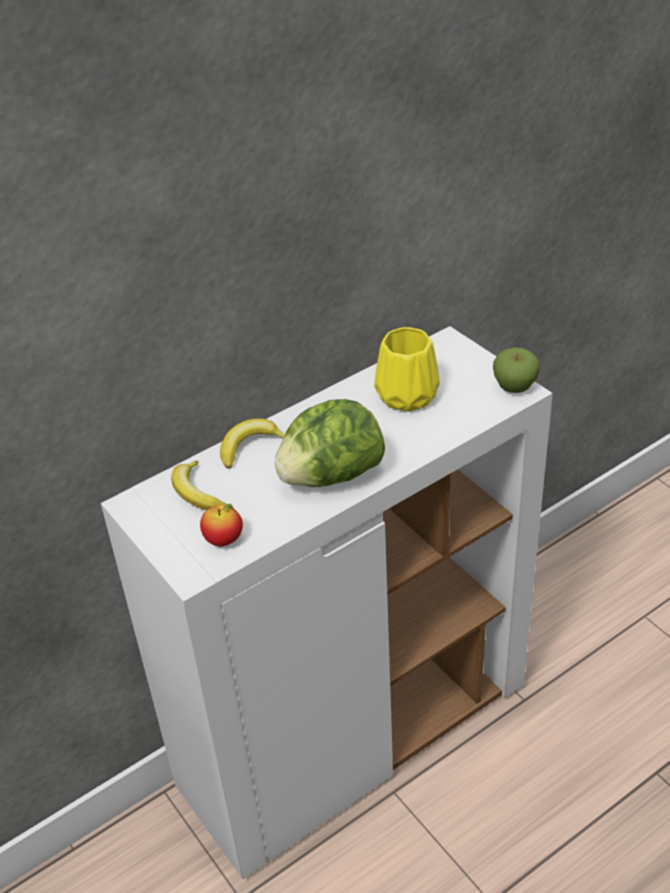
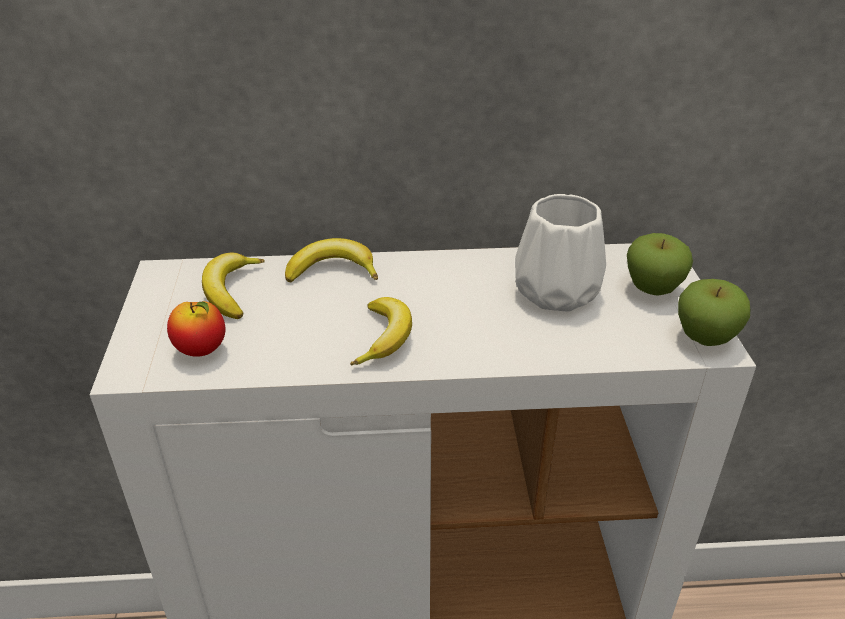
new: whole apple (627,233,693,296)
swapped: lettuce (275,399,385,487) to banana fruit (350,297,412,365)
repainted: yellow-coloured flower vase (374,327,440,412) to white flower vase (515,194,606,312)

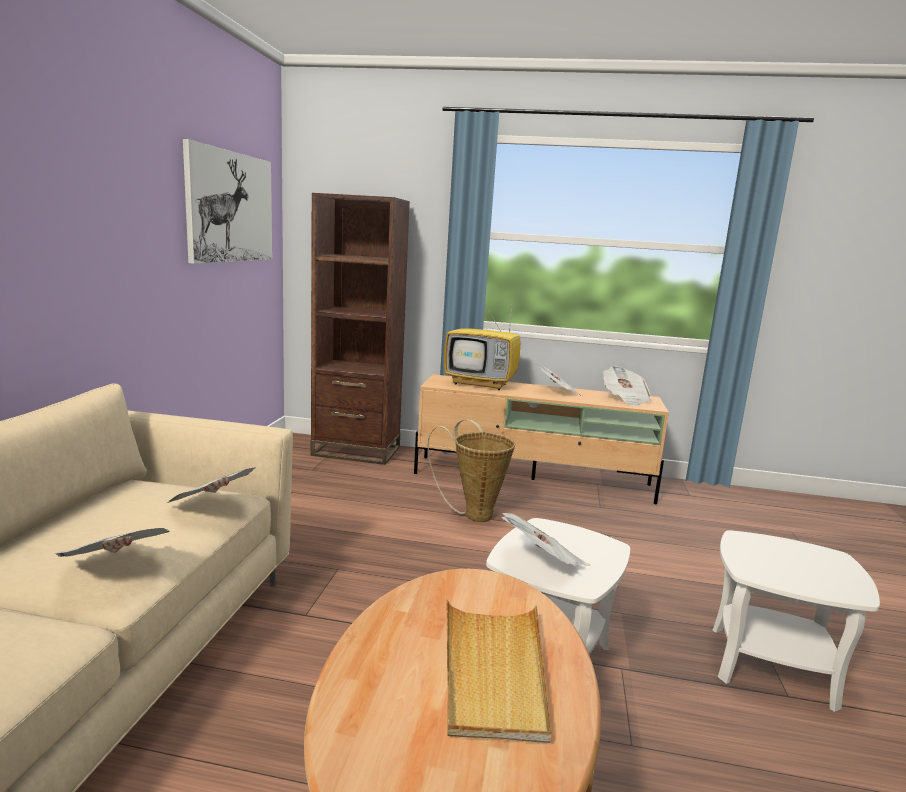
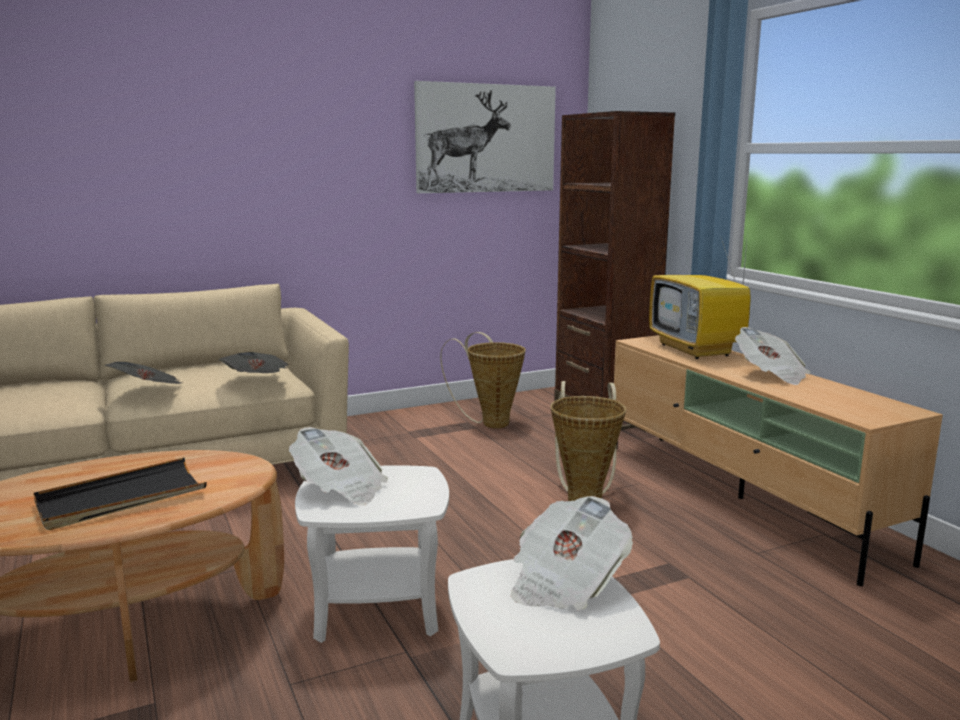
new: storage basket (440,332,526,428)
shifted: daily paper (603,366,652,406) to (510,496,633,610)
repainted: beige-coloured tray (446,599,551,743) to black-coloured tray (33,458,207,530)

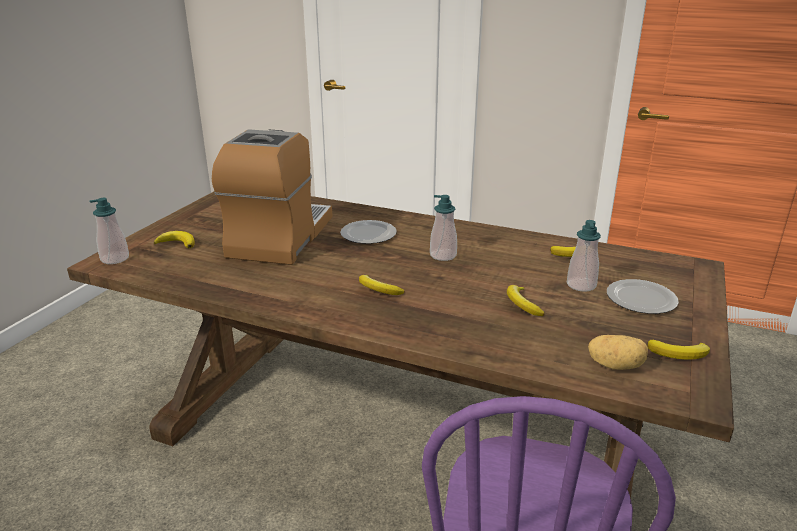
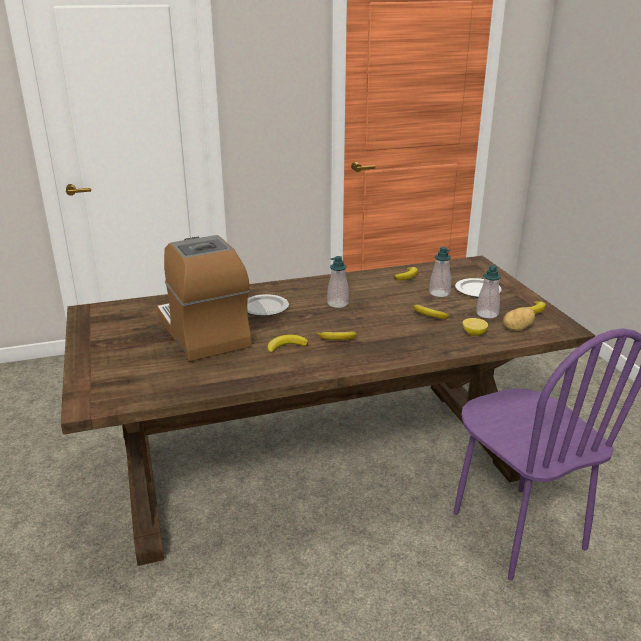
new: whole lemon (462,318,488,336)
shifted: banana fruit (154,231,195,248) to (267,335,308,354); soap bottle (89,198,129,264) to (476,265,501,318)

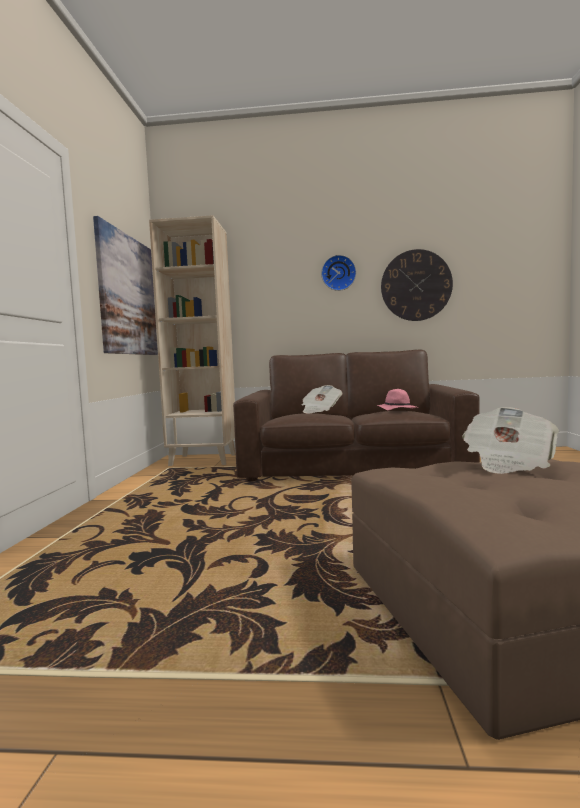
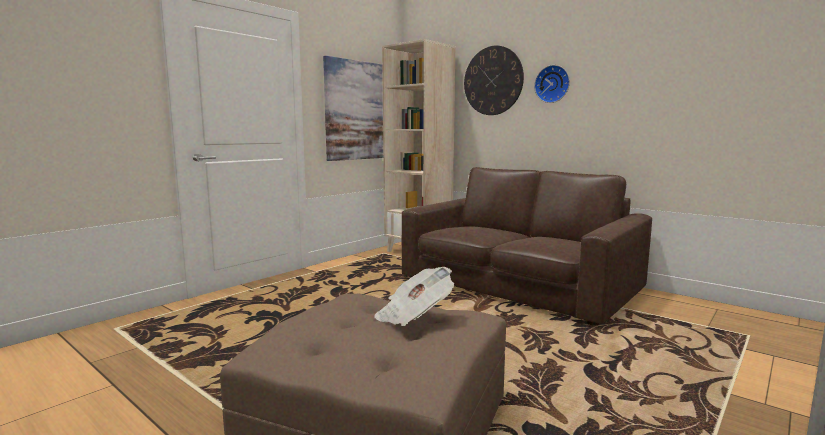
gone: daily paper (302,385,342,413); pinkish wearable hat (377,389,416,410)
shifted: hanging clock (381,249,453,321) to (464,46,524,115)

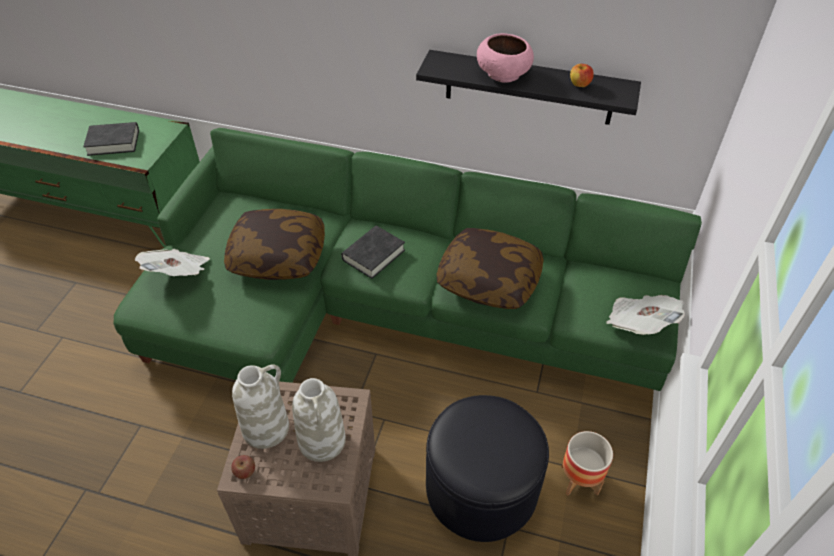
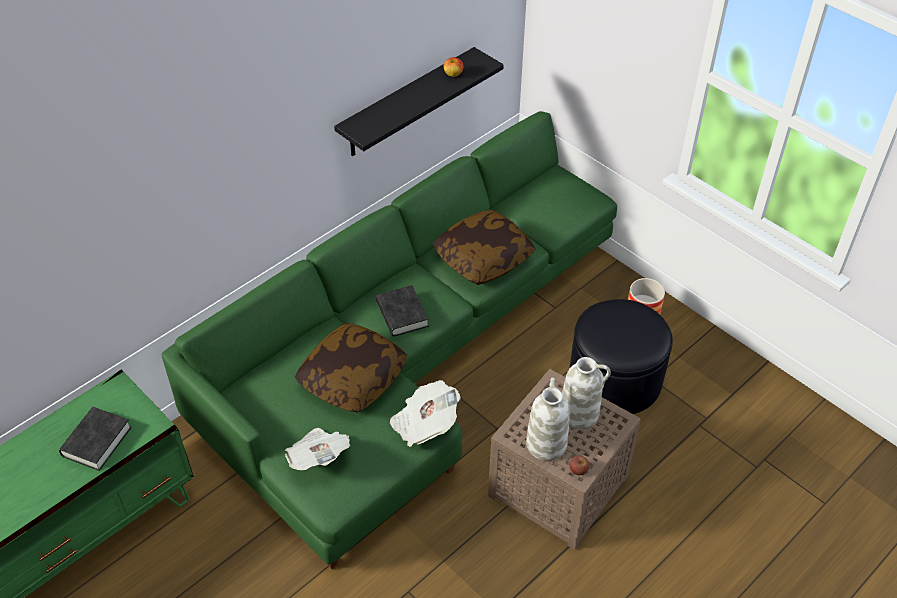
gone: pinkish serving bowl (477,33,534,83)
shifted: daily paper (606,295,684,335) to (390,380,461,447)

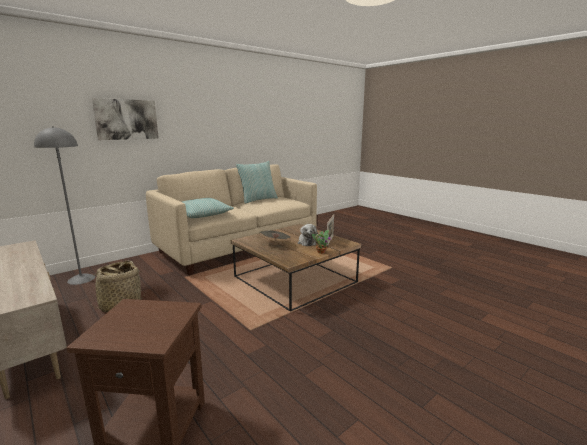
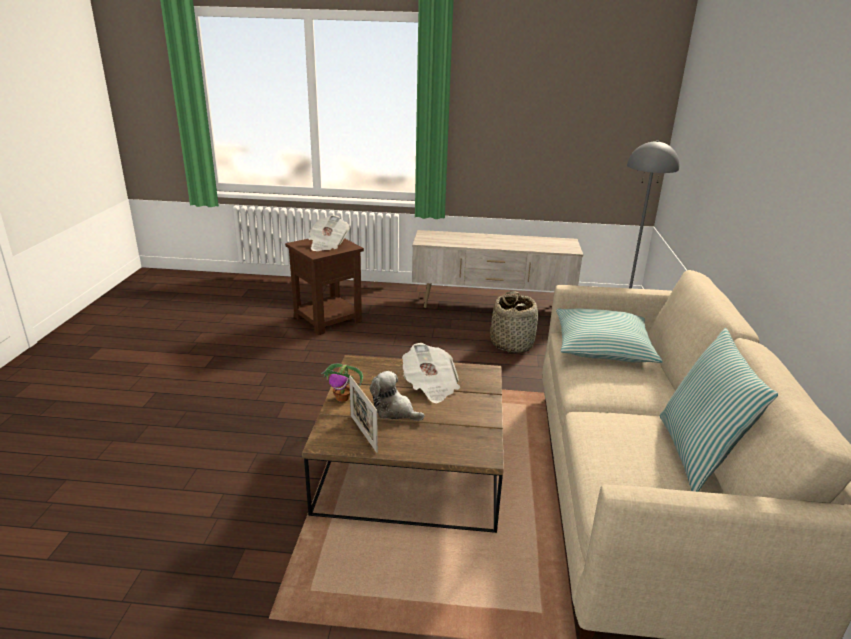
gone: wall art (92,98,159,140)
new: daily paper (309,215,350,251)

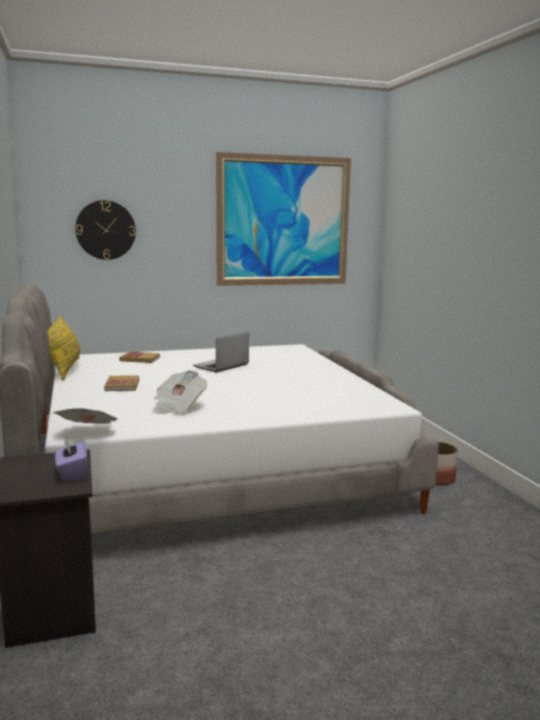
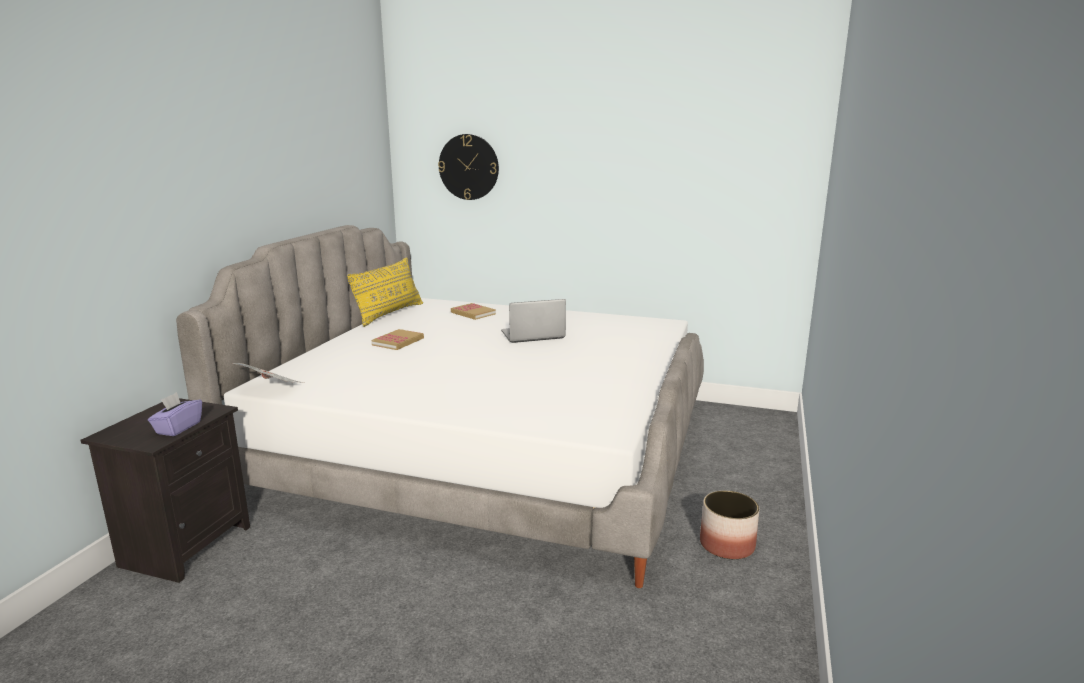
gone: daily paper (153,370,207,414); wall art (216,152,351,286)

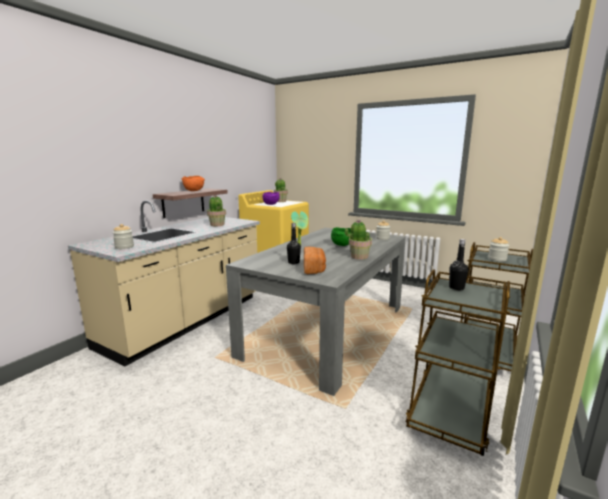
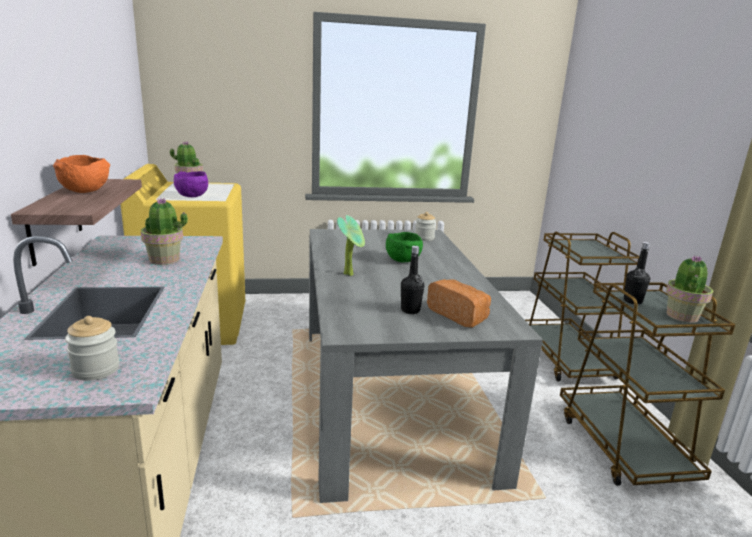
gone: jar (488,237,509,261)
shifted: potted plant (345,219,372,260) to (666,255,714,323)

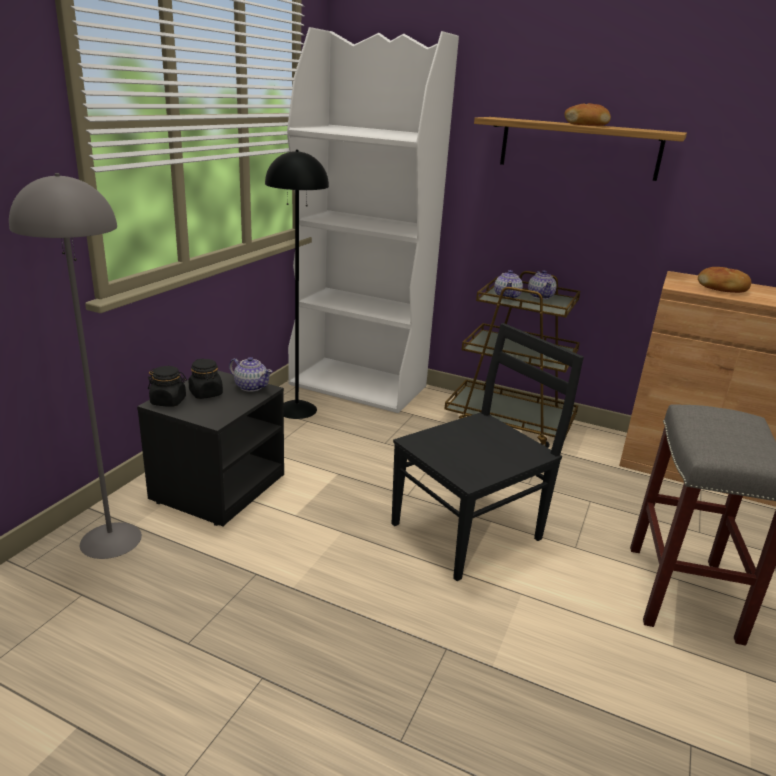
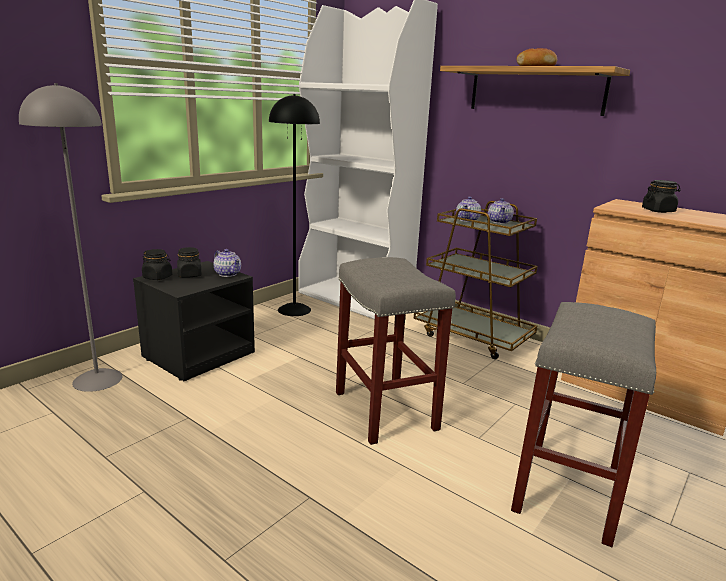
swapped: black-coloured upright chair (392,323,584,581) to greyish stool seat (336,257,456,445); bakery bread (698,267,751,293) to black-coloured jar (642,180,680,213)

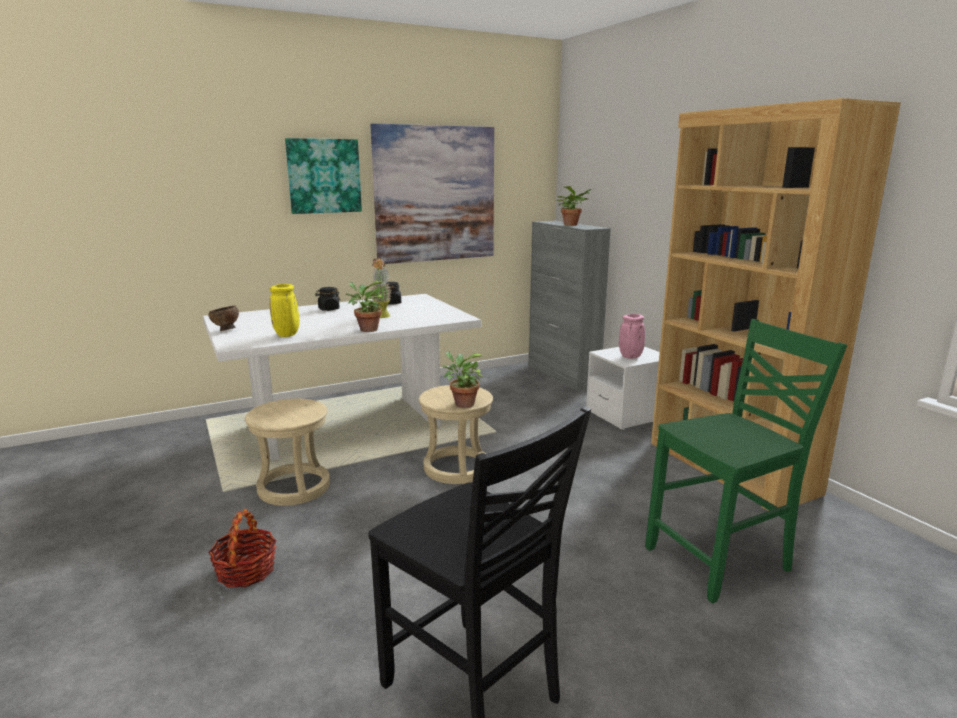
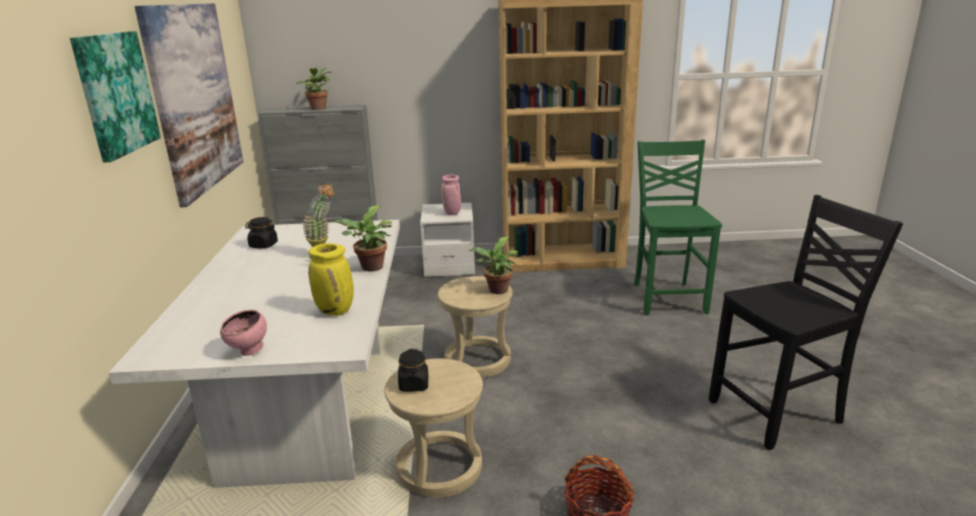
shifted: black-coloured jar (315,287,340,311) to (398,349,428,392)
repainted: brownish serving bowl (209,306,239,331) to pinkish serving bowl (220,310,267,356)

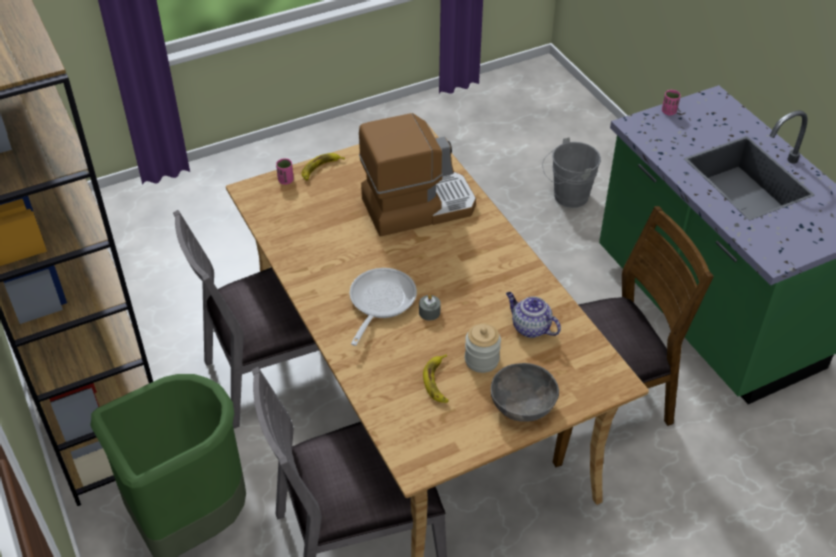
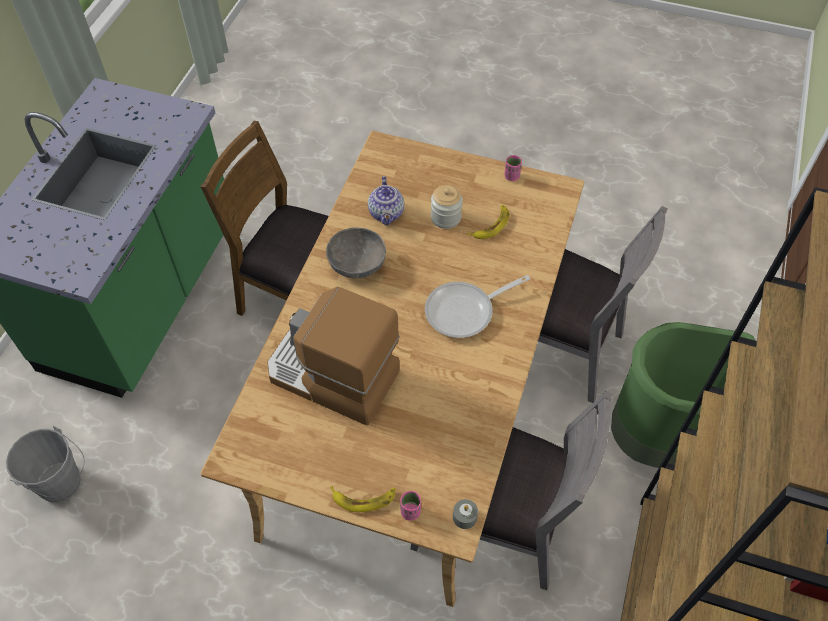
shifted: greyish serving bowl (491,363,559,422) to (326,227,386,278); greyish candle (419,295,441,321) to (453,499,478,529); pinkish cup (662,90,681,115) to (504,155,522,181)

